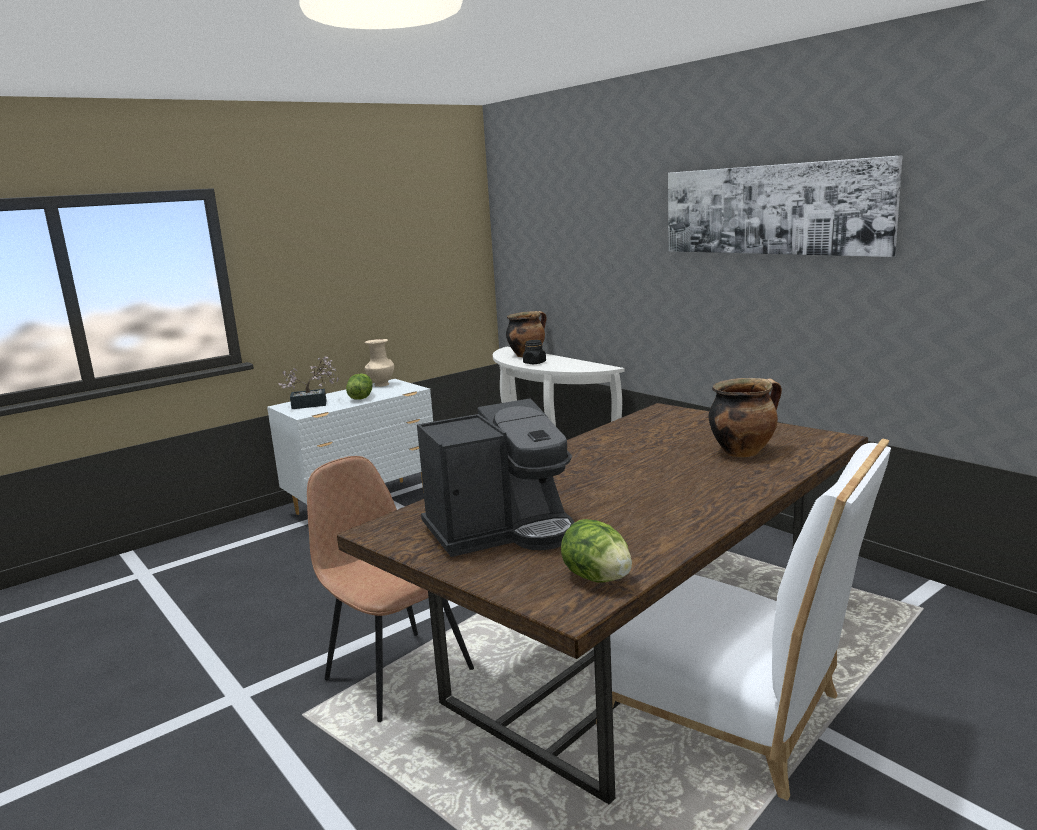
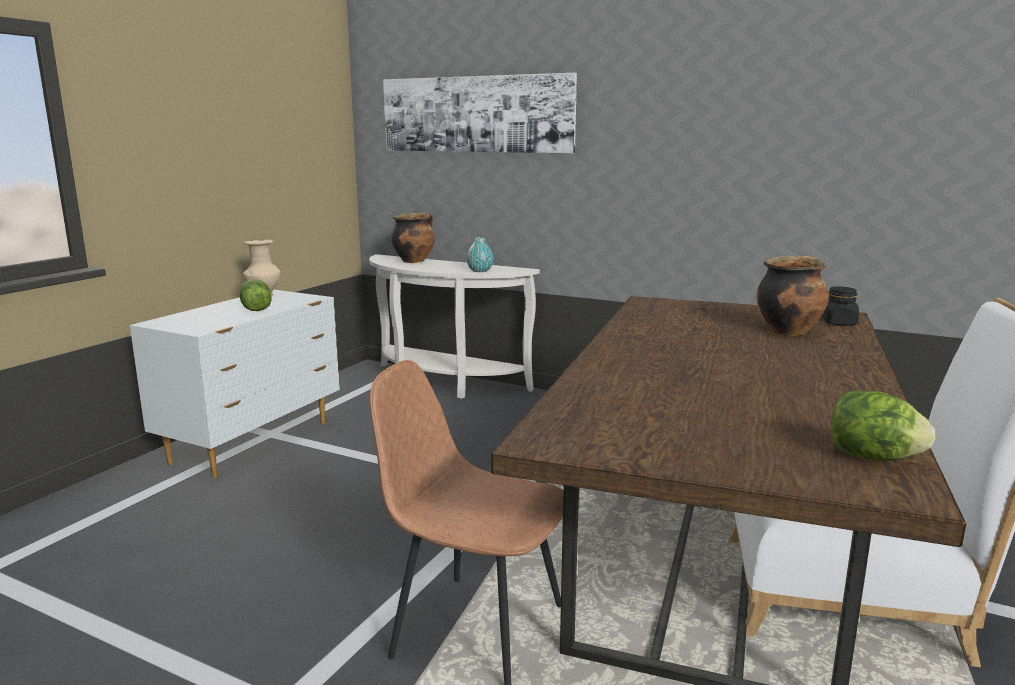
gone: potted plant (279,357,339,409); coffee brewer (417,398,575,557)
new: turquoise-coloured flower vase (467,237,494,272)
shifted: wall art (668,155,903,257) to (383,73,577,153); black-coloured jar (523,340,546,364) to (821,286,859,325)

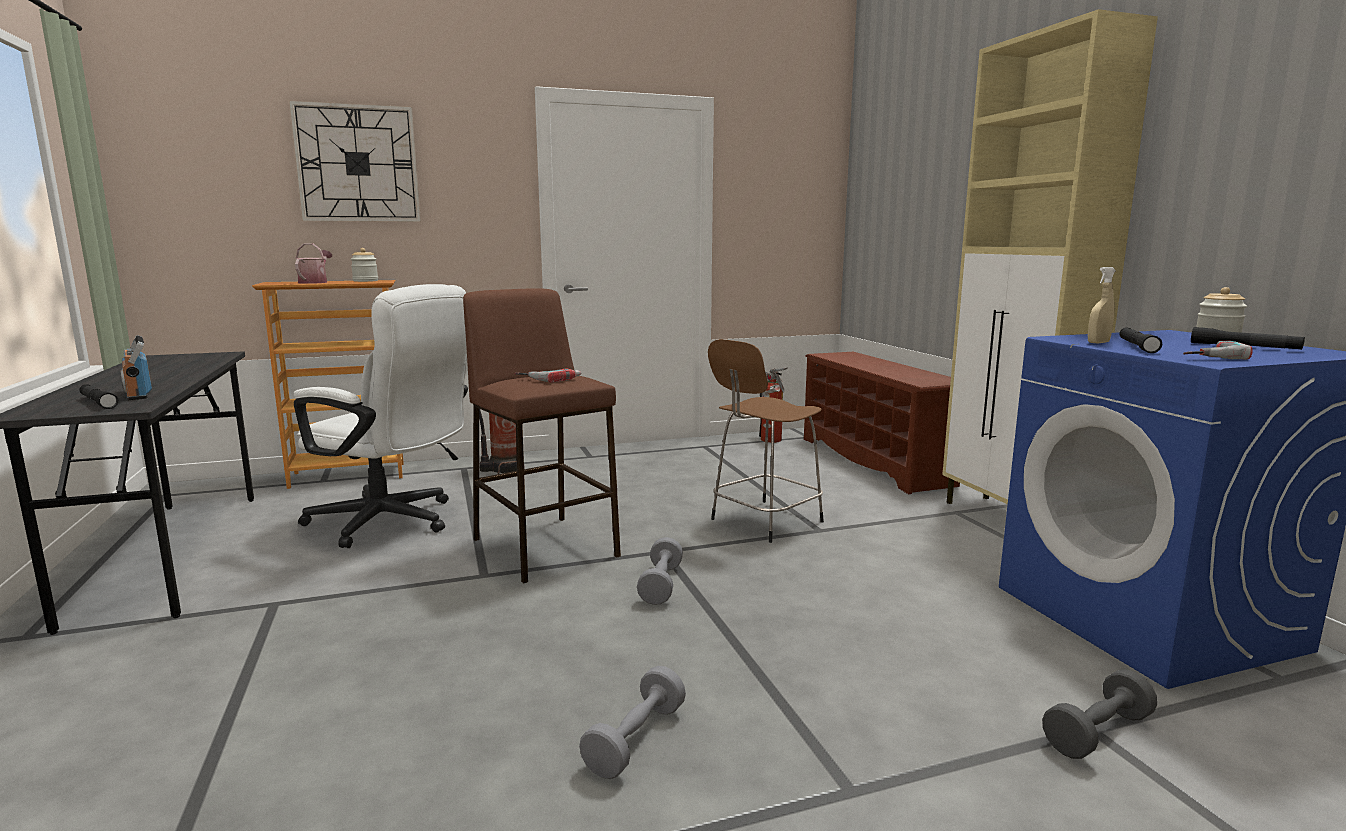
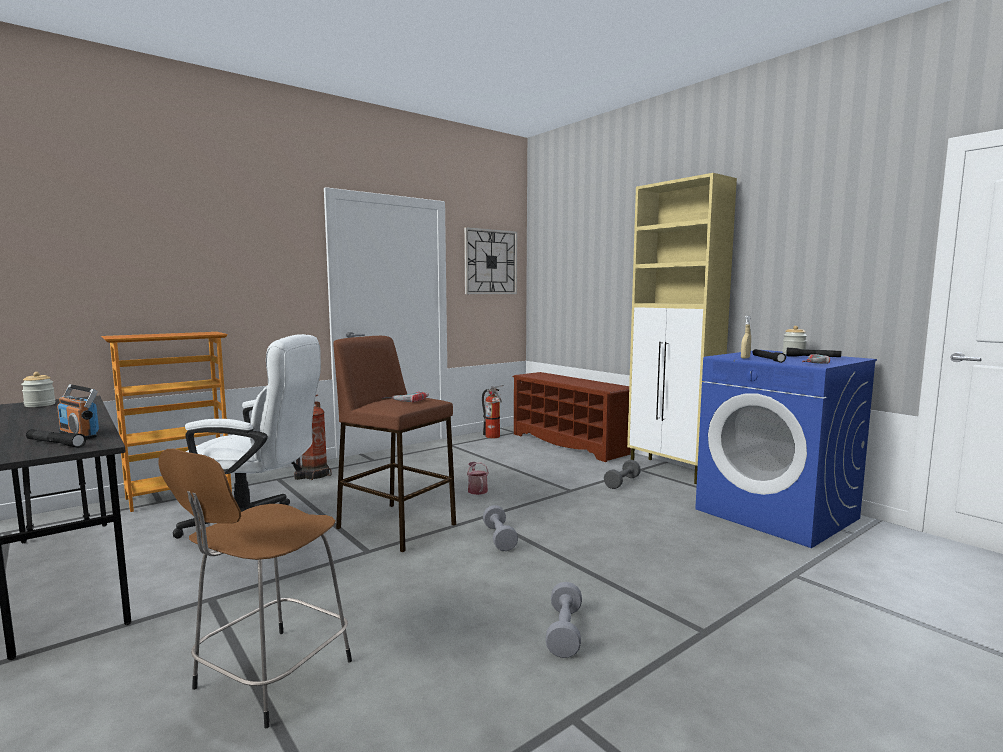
shifted: jar (351,248,378,282) to (21,372,55,407); brownish stool seat (708,339,824,543) to (158,449,352,728); hanging clock (289,100,421,222) to (464,227,517,294); watering pot (295,243,332,284) to (467,462,489,495); greyish dumbbell (1042,669,1157,759) to (604,460,641,489)

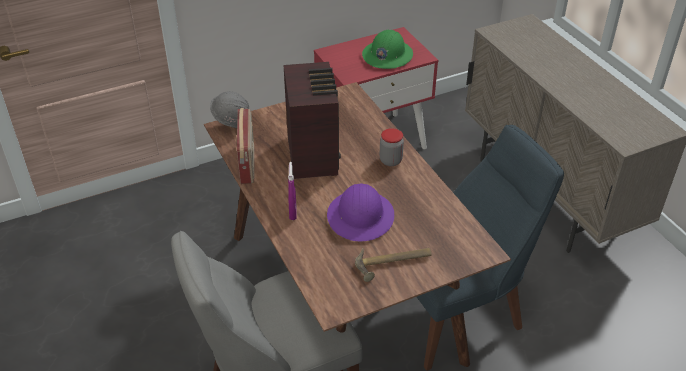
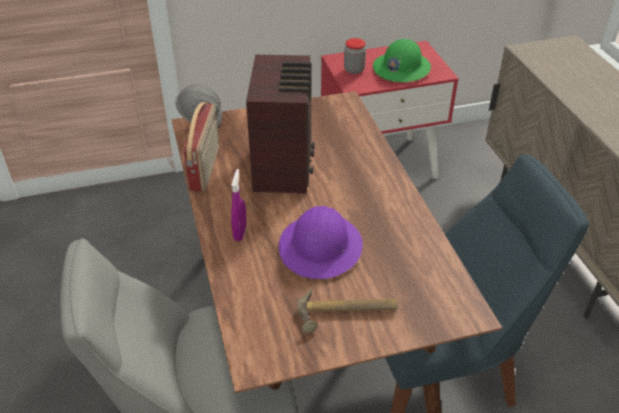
shifted: jar (380,128,404,166) to (344,38,366,74)

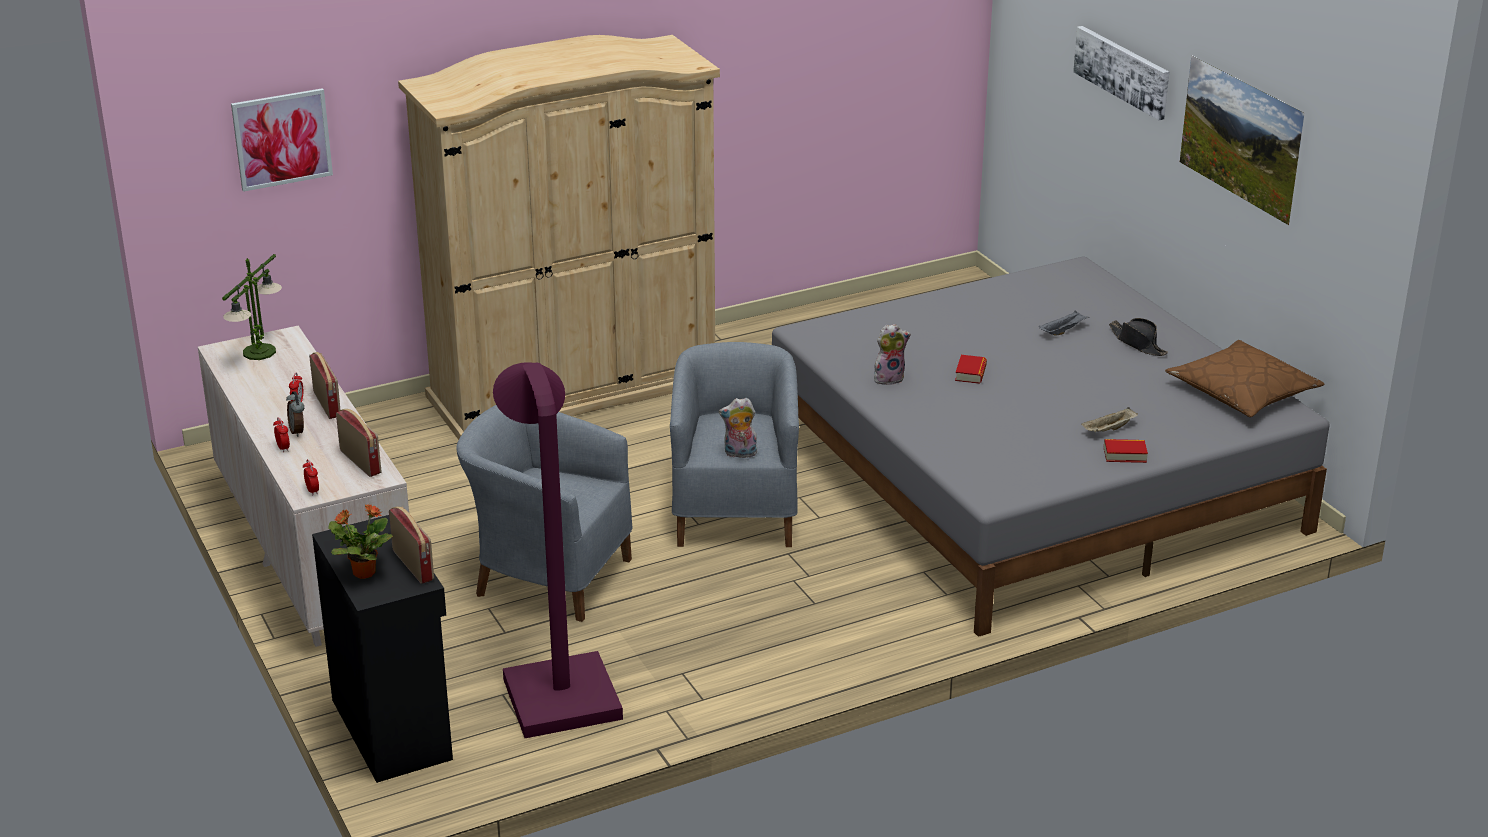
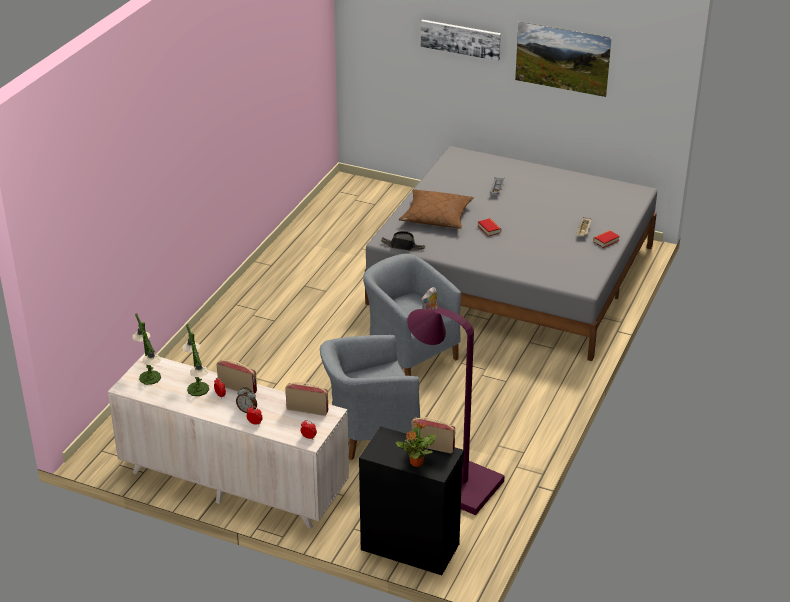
gone: wall art (231,88,333,192); beige-coloured wardrobe (398,35,720,440); plush toy (874,324,911,385)
new: tabletop lamp (182,324,209,396)
shifted: black-coloured wearable hat (1109,318,1168,356) to (381,231,425,251); brownish throw pillow (1165,340,1324,417) to (399,189,473,229)

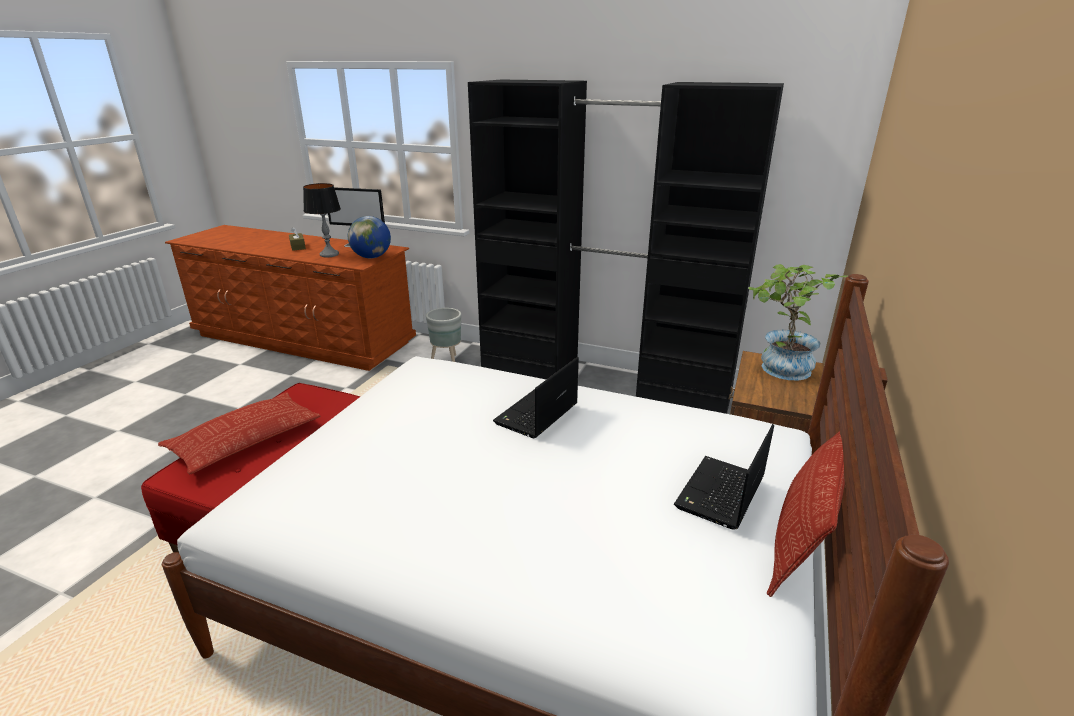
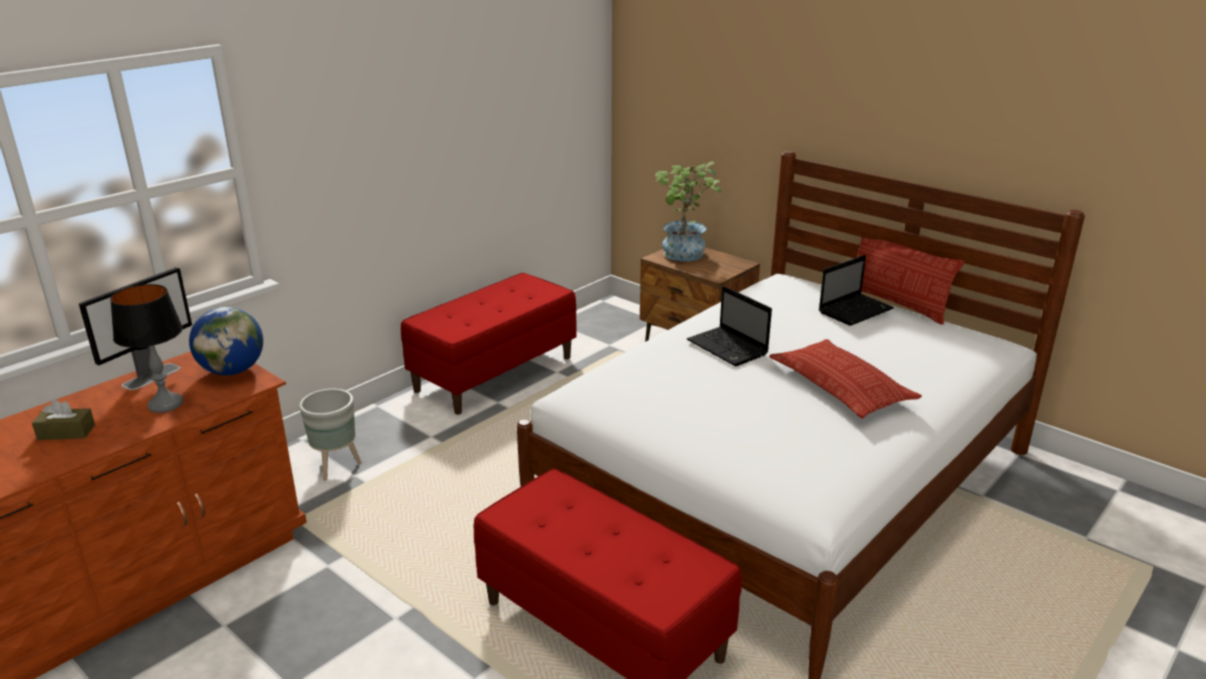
shifted: throw pillow (158,392,320,474) to (769,339,922,419)
swapped: black-coloured wardrobe (468,80,784,414) to red-coloured bench (401,273,577,415)
rotated: portable computer (674,424,774,530) = (819,255,894,326) 90 degrees counterclockwise

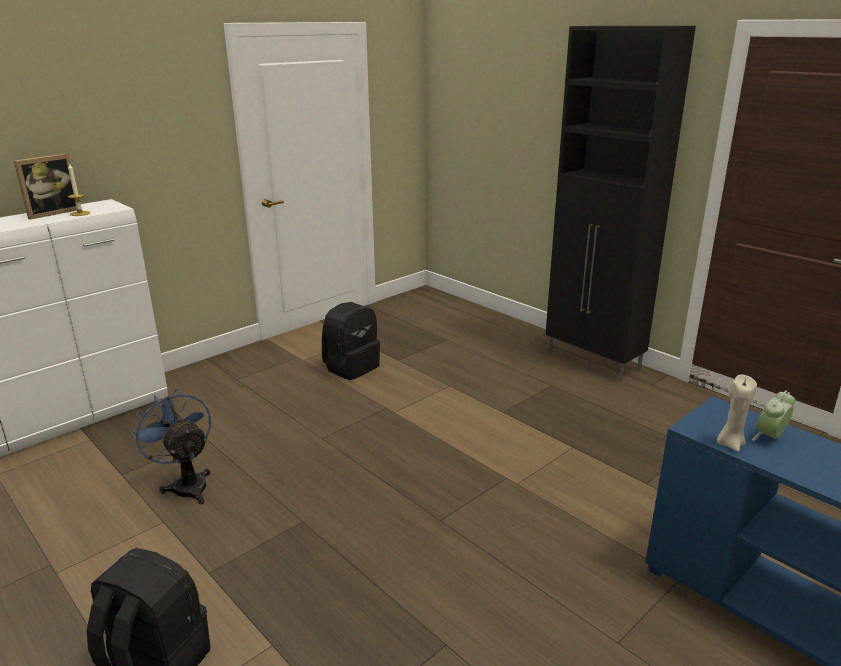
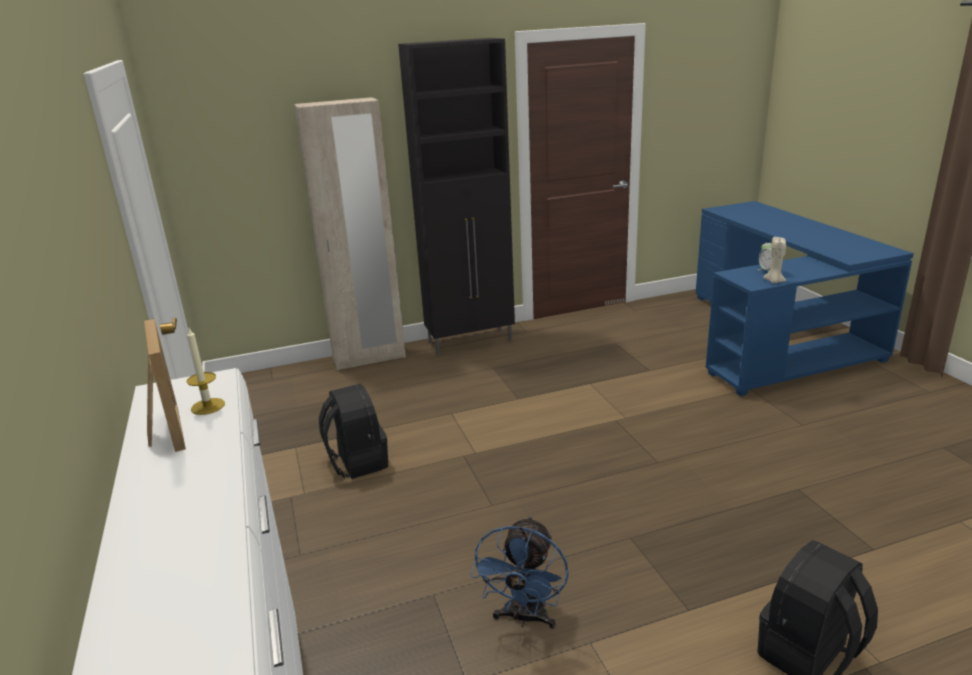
new: beige-coloured wardrobe (294,97,406,370)
rotated: blue-coloured electric fan (131,389,211,504) = (470,516,569,629) 60 degrees counterclockwise

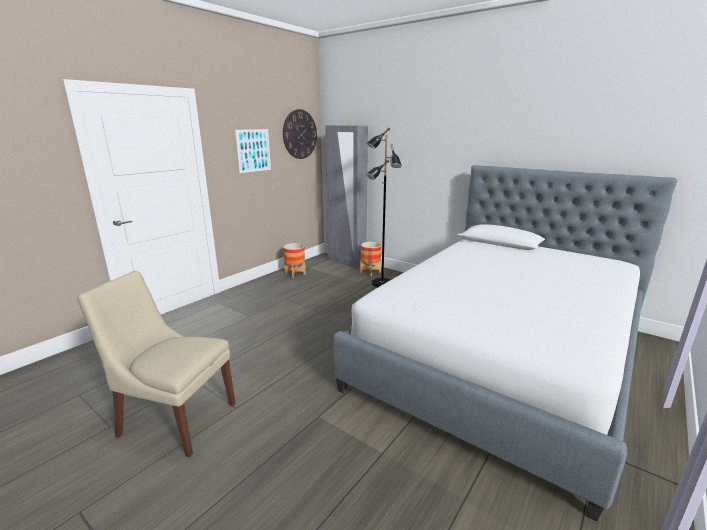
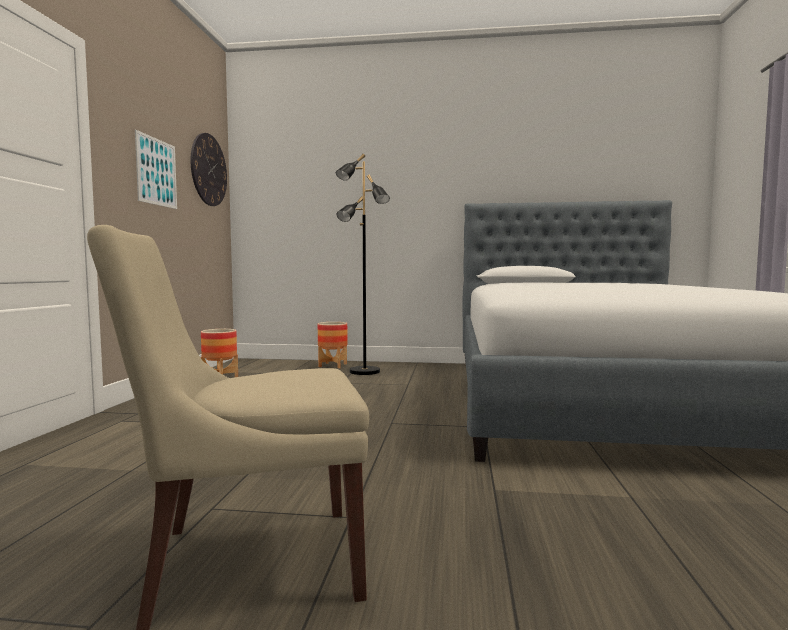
gone: greyish wardrobe (325,126,368,268)

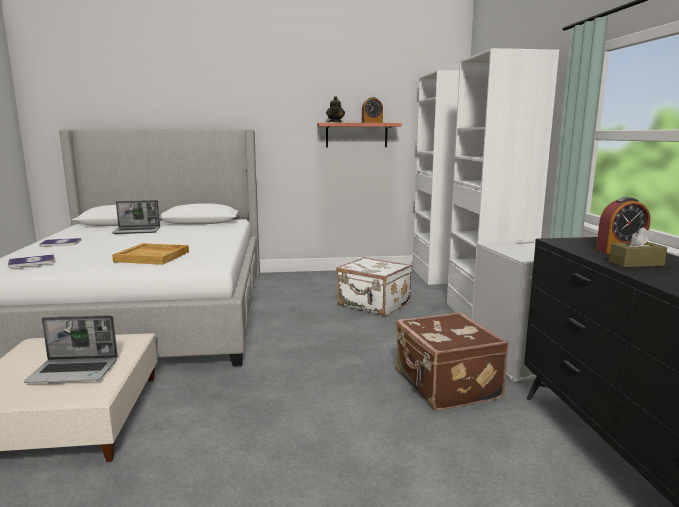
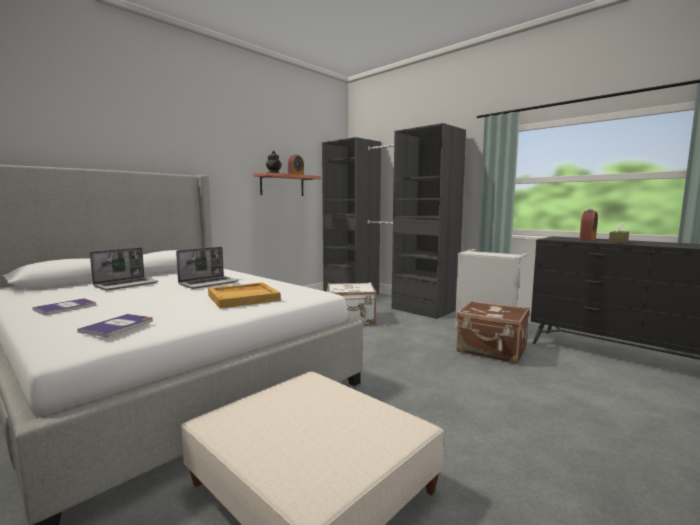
shifted: portable computer (24,315,118,383) to (176,247,239,289)
repainted: white wardrobe (412,48,559,319) to black-coloured wardrobe (322,123,466,319)

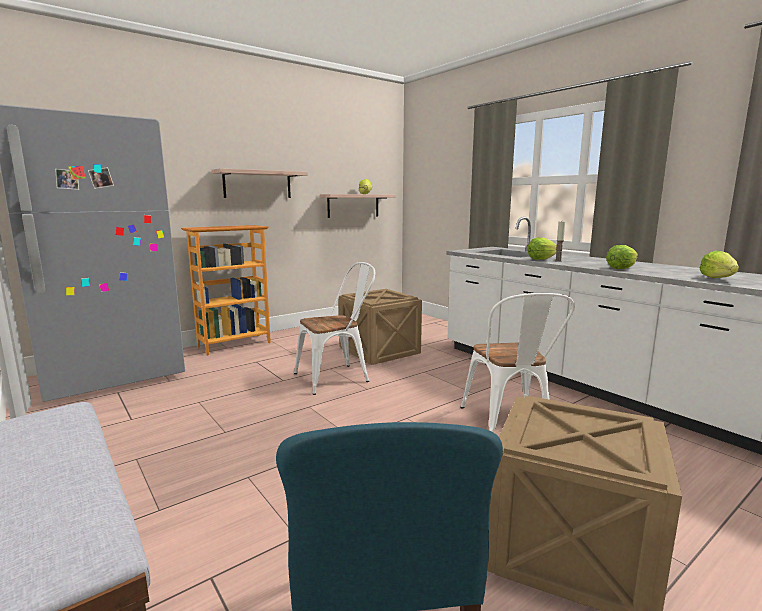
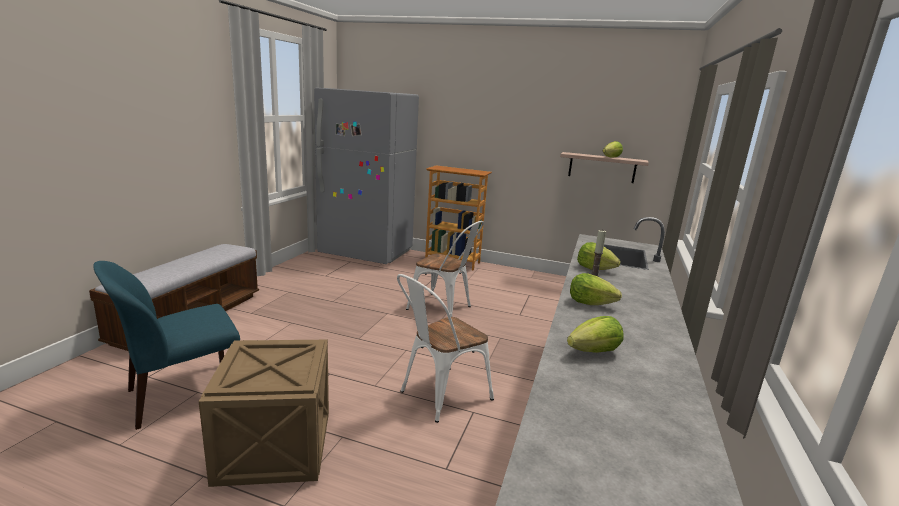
gone: wall shelf (212,168,308,198); packing crate (338,289,422,365)

